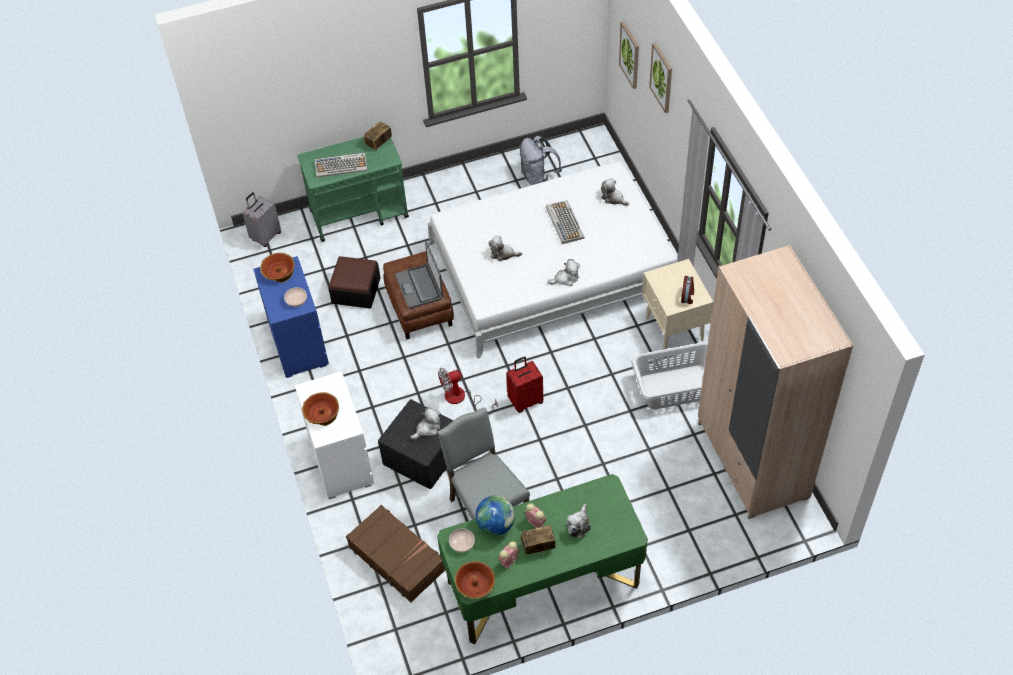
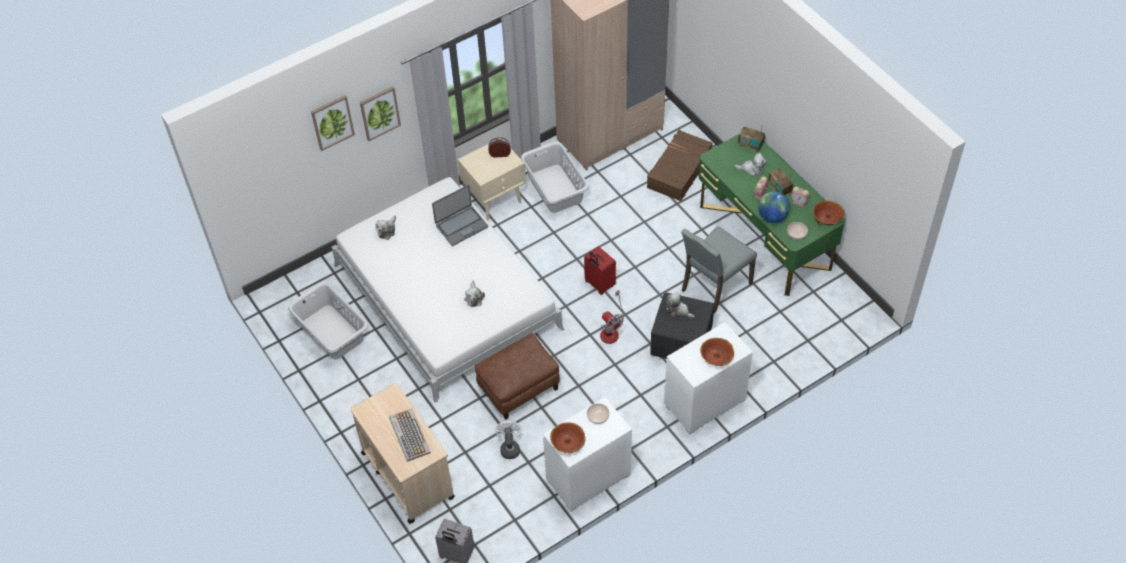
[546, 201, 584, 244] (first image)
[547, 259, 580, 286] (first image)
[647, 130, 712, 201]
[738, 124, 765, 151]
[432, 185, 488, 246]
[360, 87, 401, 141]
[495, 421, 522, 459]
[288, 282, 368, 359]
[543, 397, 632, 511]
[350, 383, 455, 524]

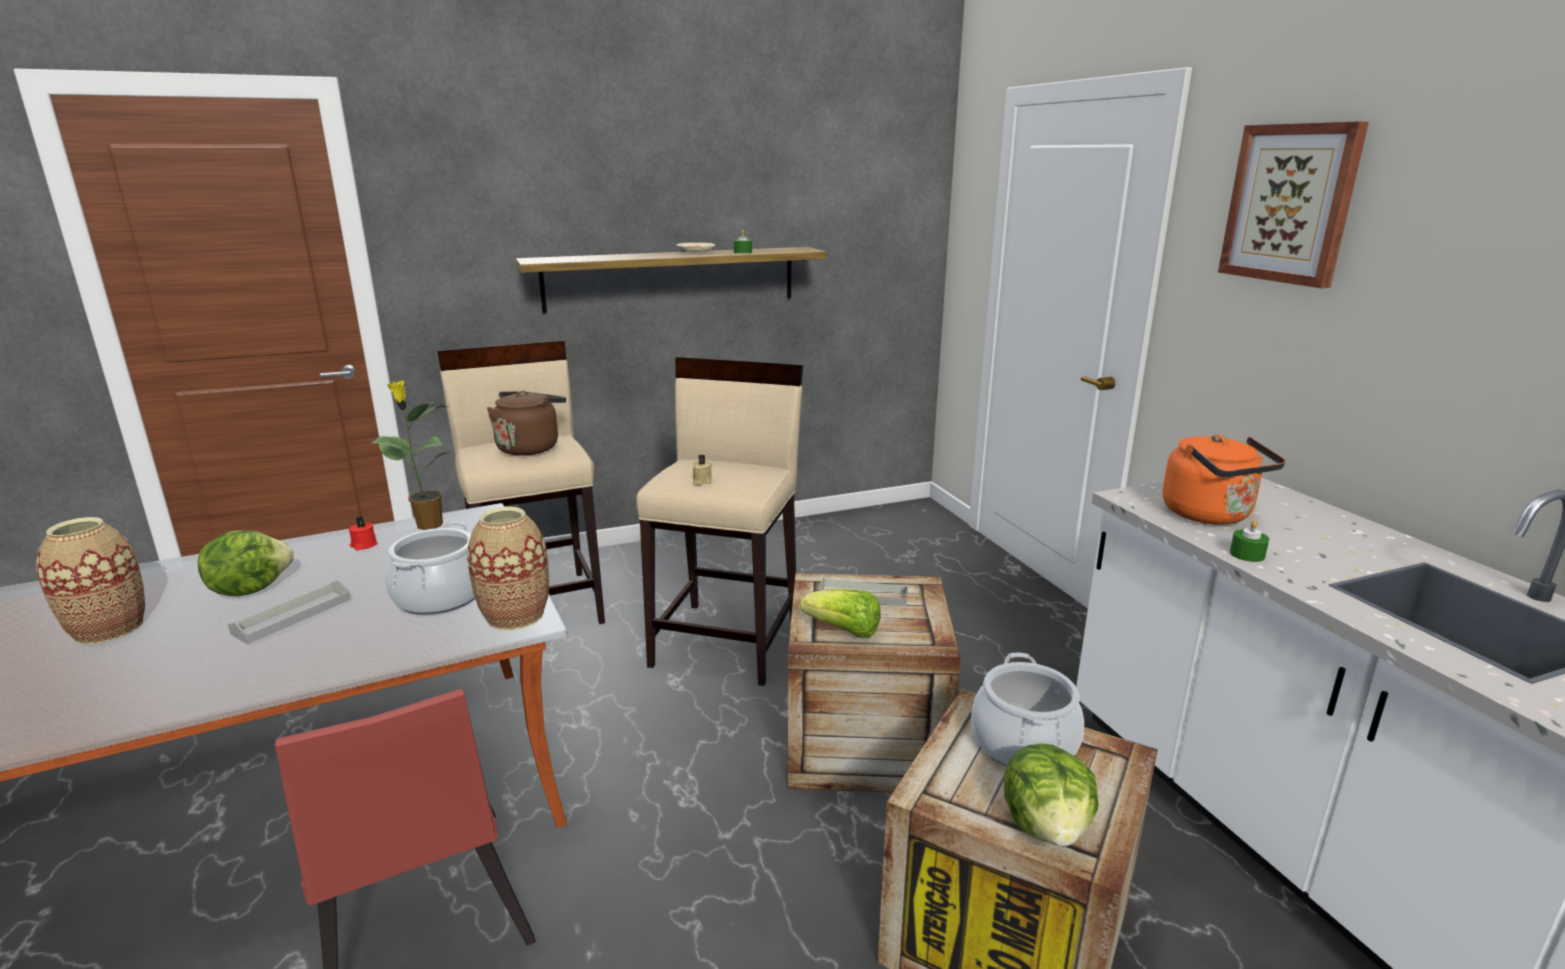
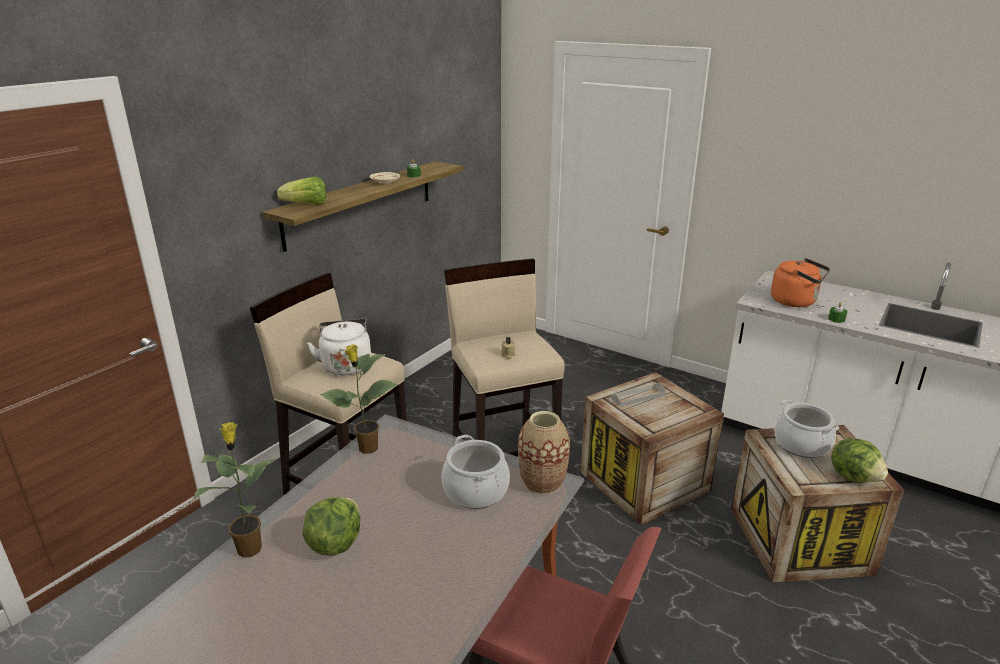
[36, 517, 145, 644] (first image)
[228, 580, 351, 644] (first image)
[349, 516, 378, 550] (first image)
[1218, 122, 1369, 288] (first image)
[192, 422, 276, 558]
[277, 177, 326, 205]
[307, 319, 371, 375]

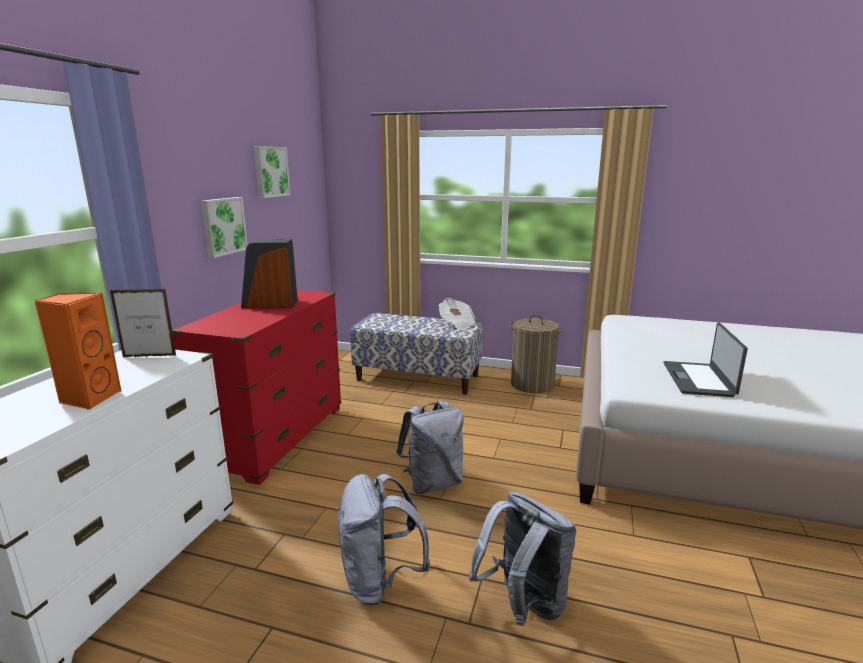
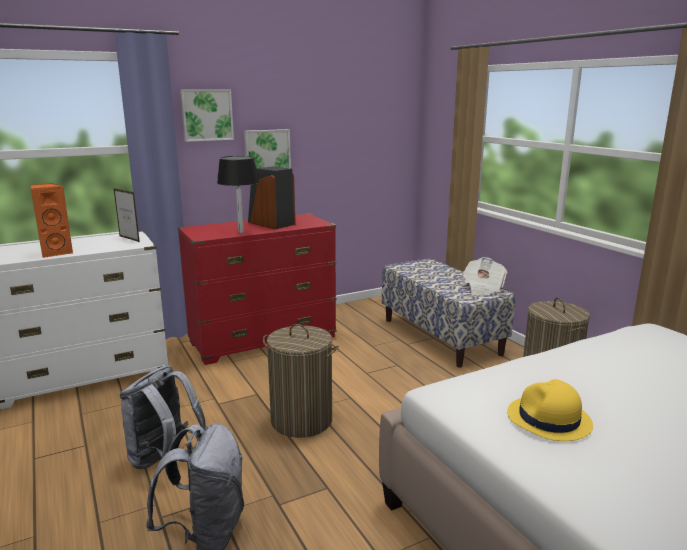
[217, 156, 259, 233]
[180, 90, 234, 142]
[263, 324, 339, 438]
[507, 379, 593, 441]

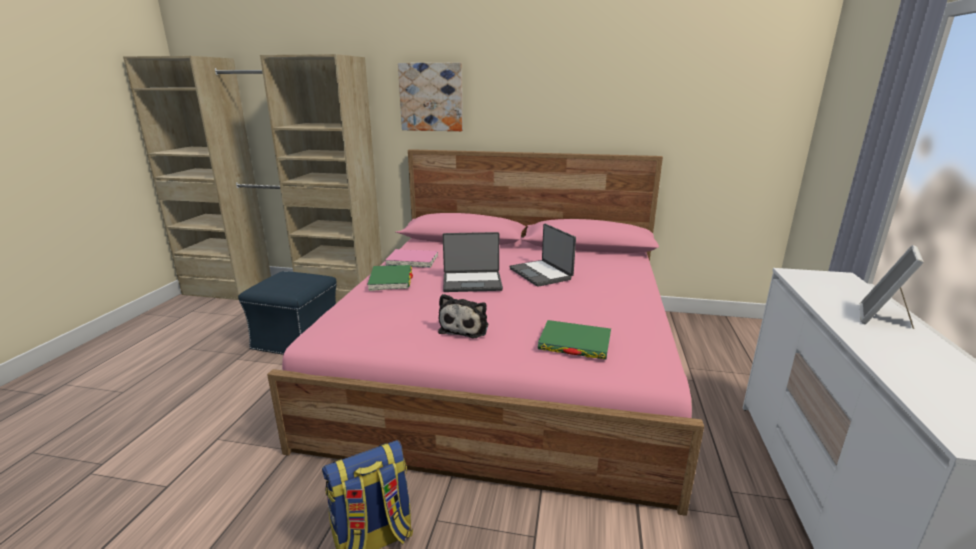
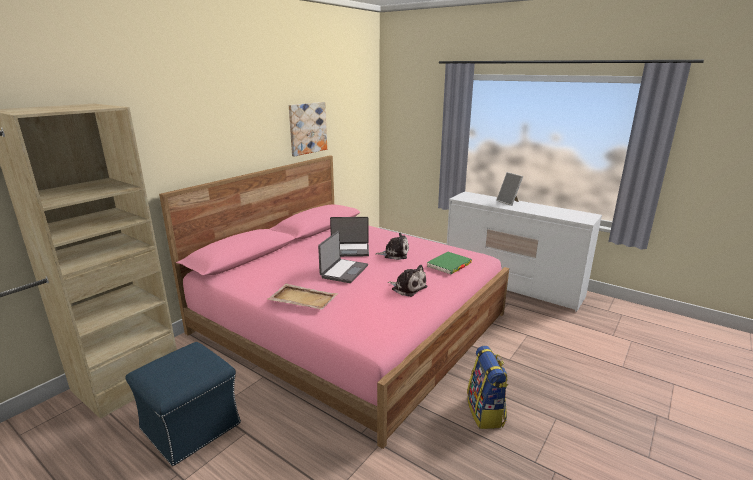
[385, 249, 438, 268] (first image)
[375, 233, 409, 260]
[289, 102, 327, 157]
[267, 284, 338, 310]

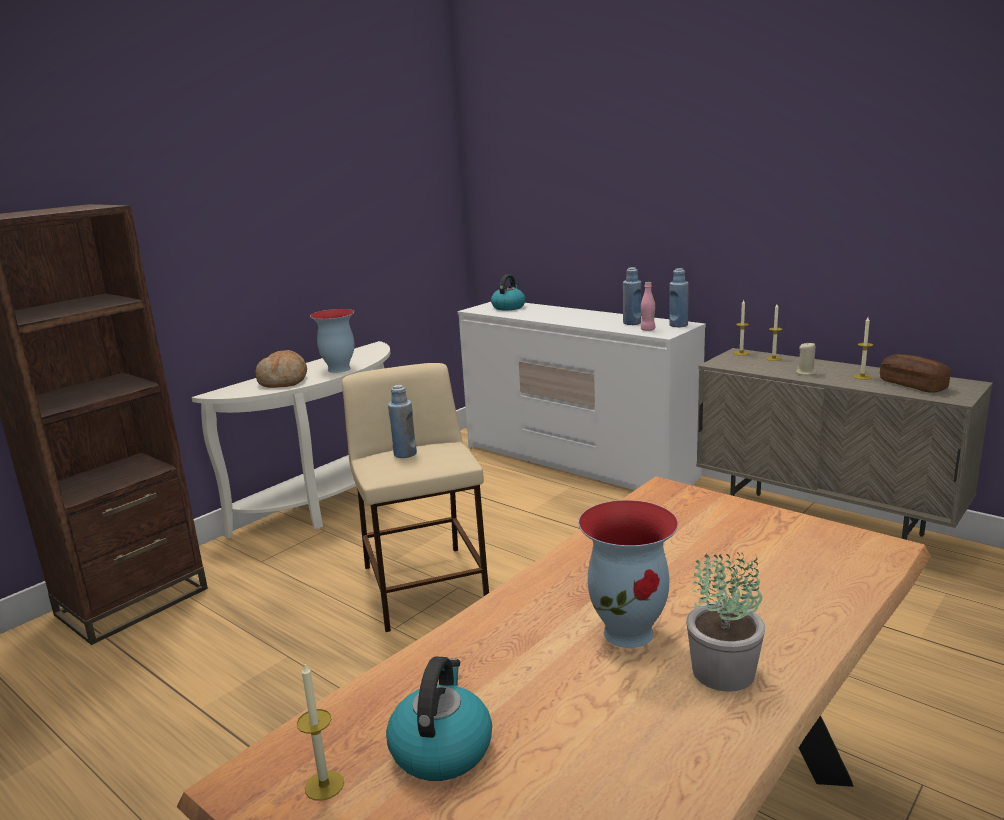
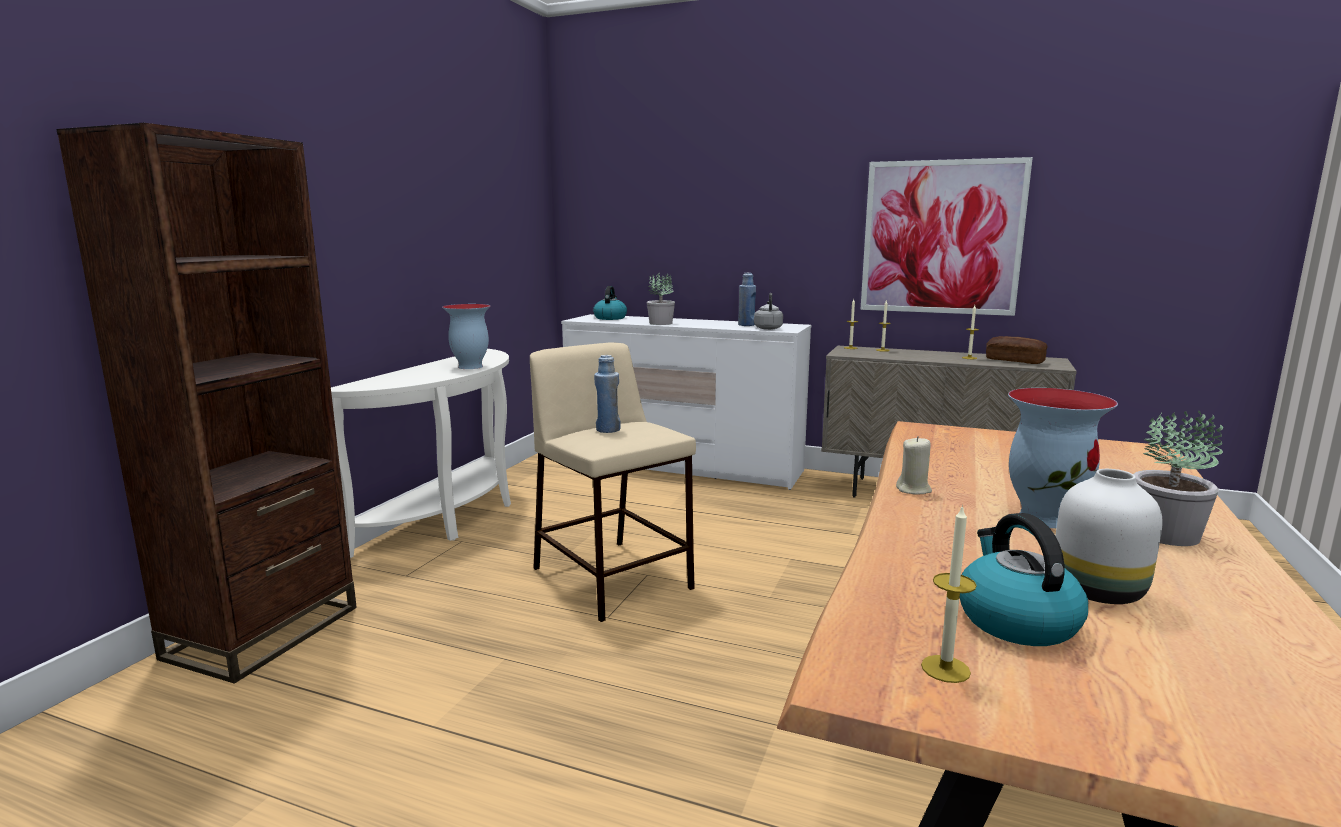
[255, 350, 307, 388] (first image)
[669, 268, 689, 327] (first image)
[647, 273, 675, 325]
[860, 157, 1033, 316]
[1055, 469, 1163, 604]
[896, 436, 932, 495]
[754, 293, 783, 330]

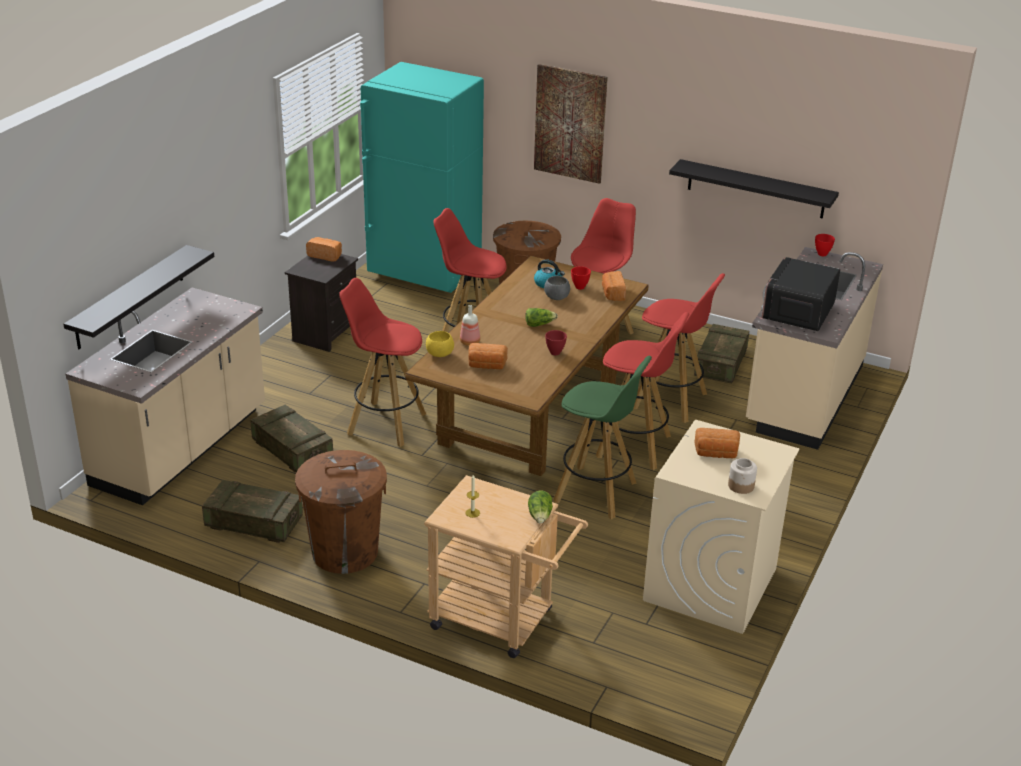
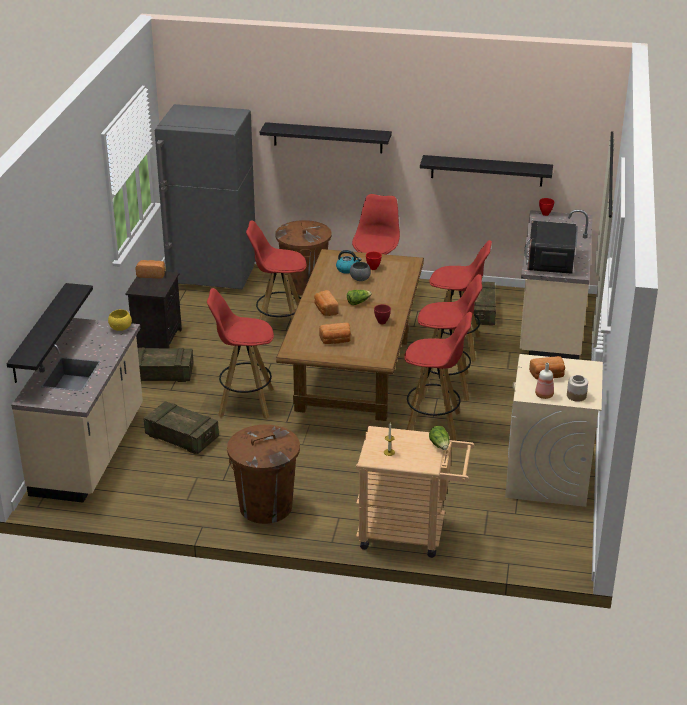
[138, 348, 193, 382]
[108, 309, 132, 331]
[535, 363, 554, 399]
[314, 290, 339, 316]
[260, 122, 392, 153]
[155, 104, 255, 289]
[404, 312, 472, 441]

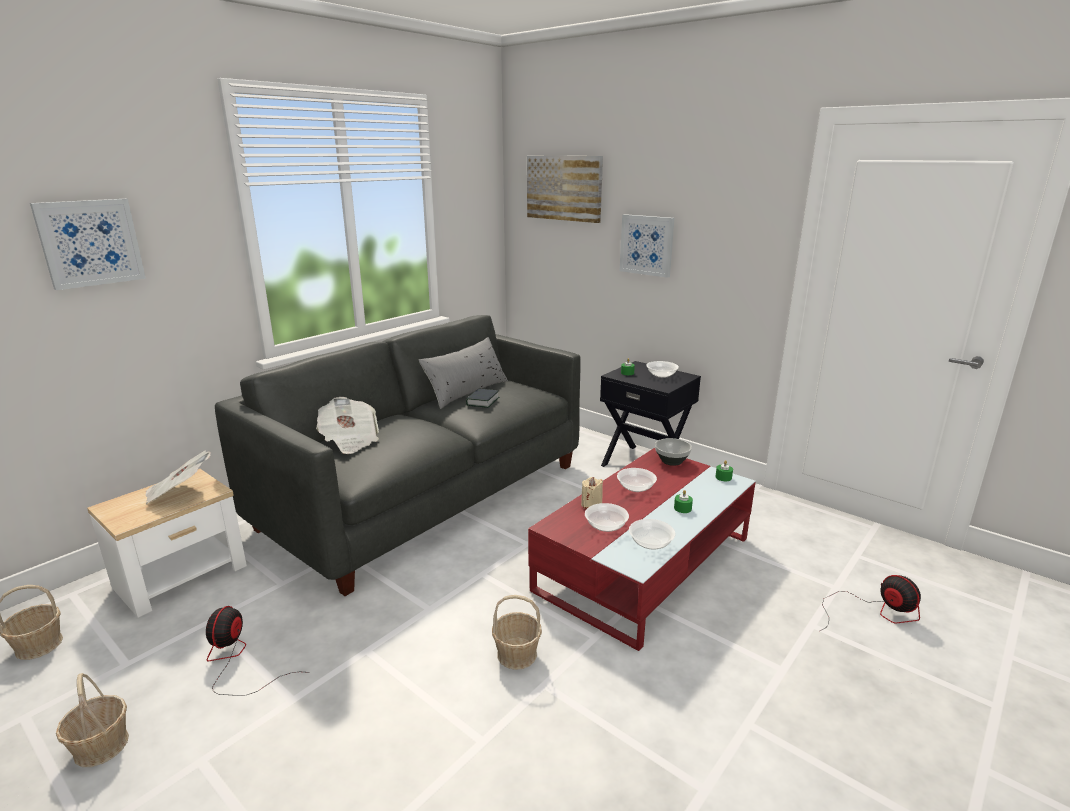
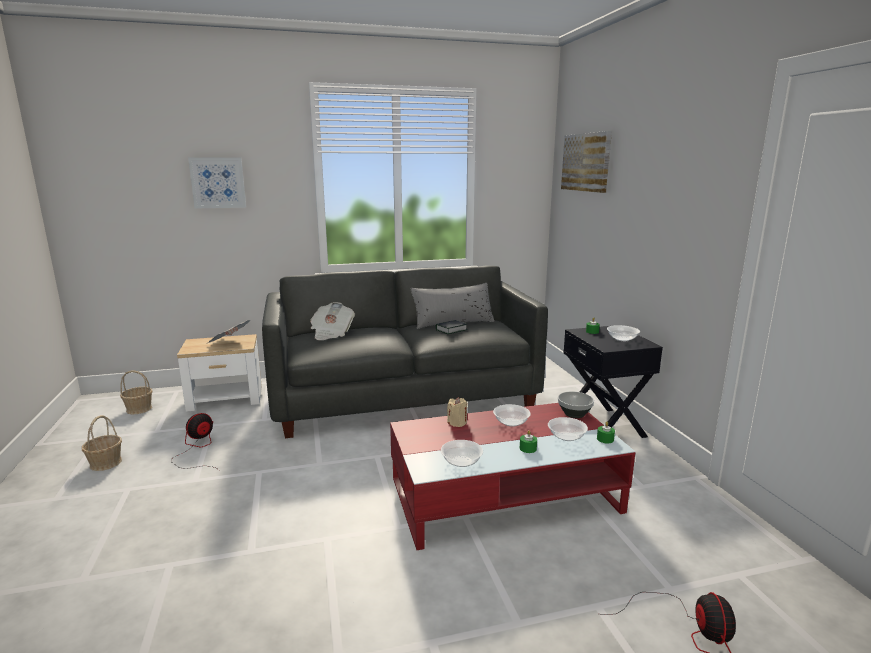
[492, 595, 542, 670] (first image)
[620, 214, 674, 278] (first image)
[548, 417, 588, 441]

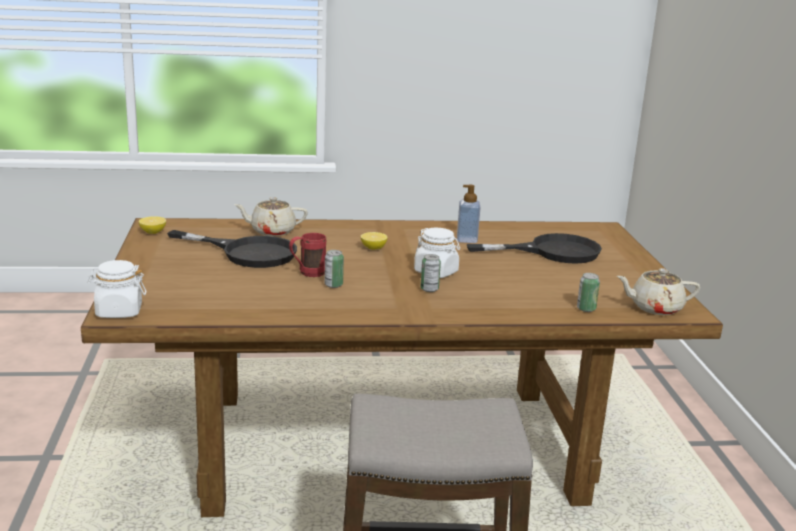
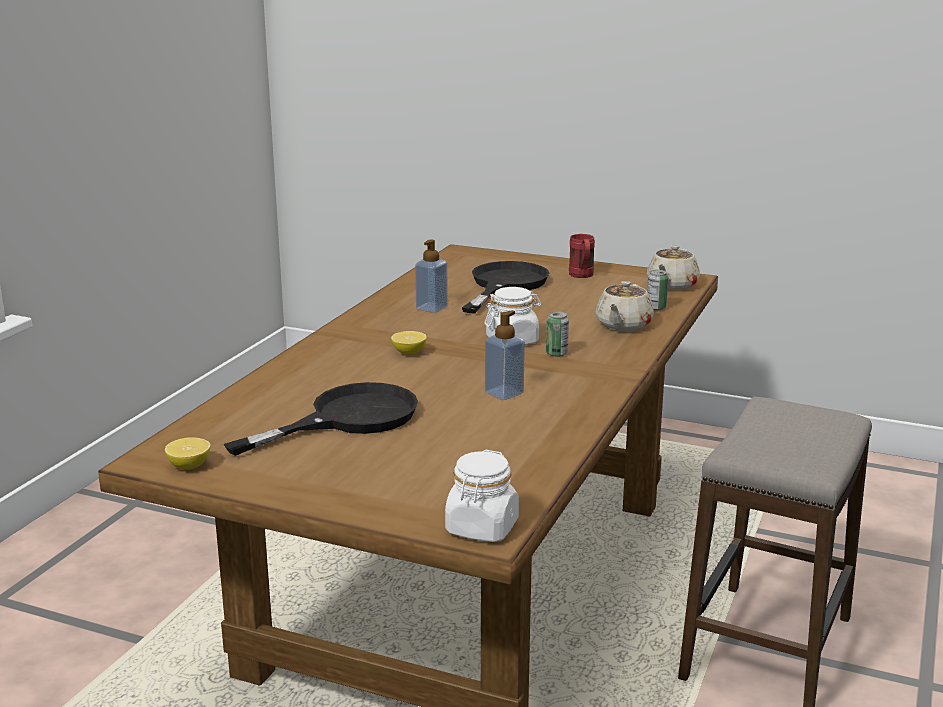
[596, 281, 654, 331]
[569, 234, 595, 278]
[485, 310, 525, 400]

